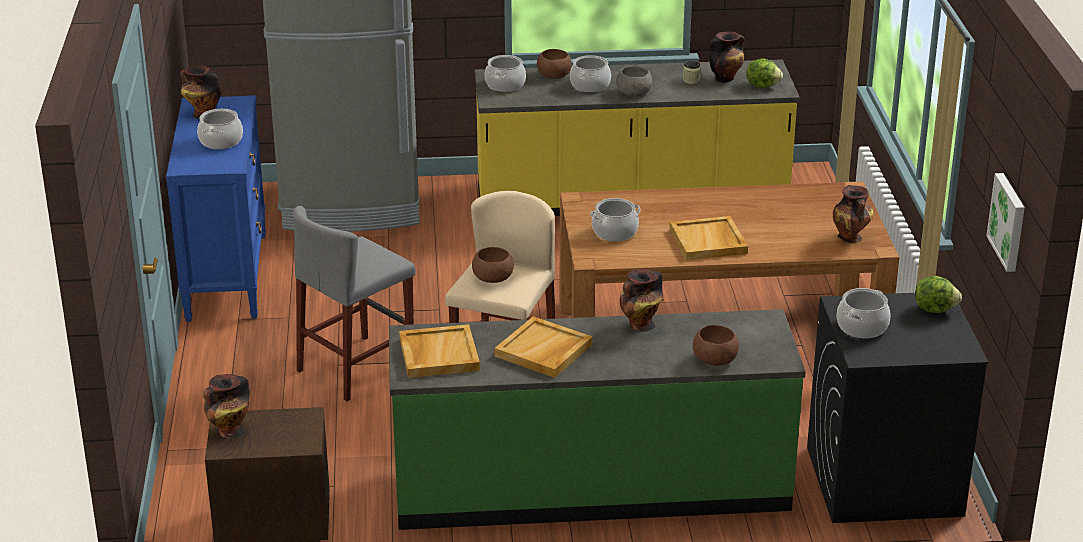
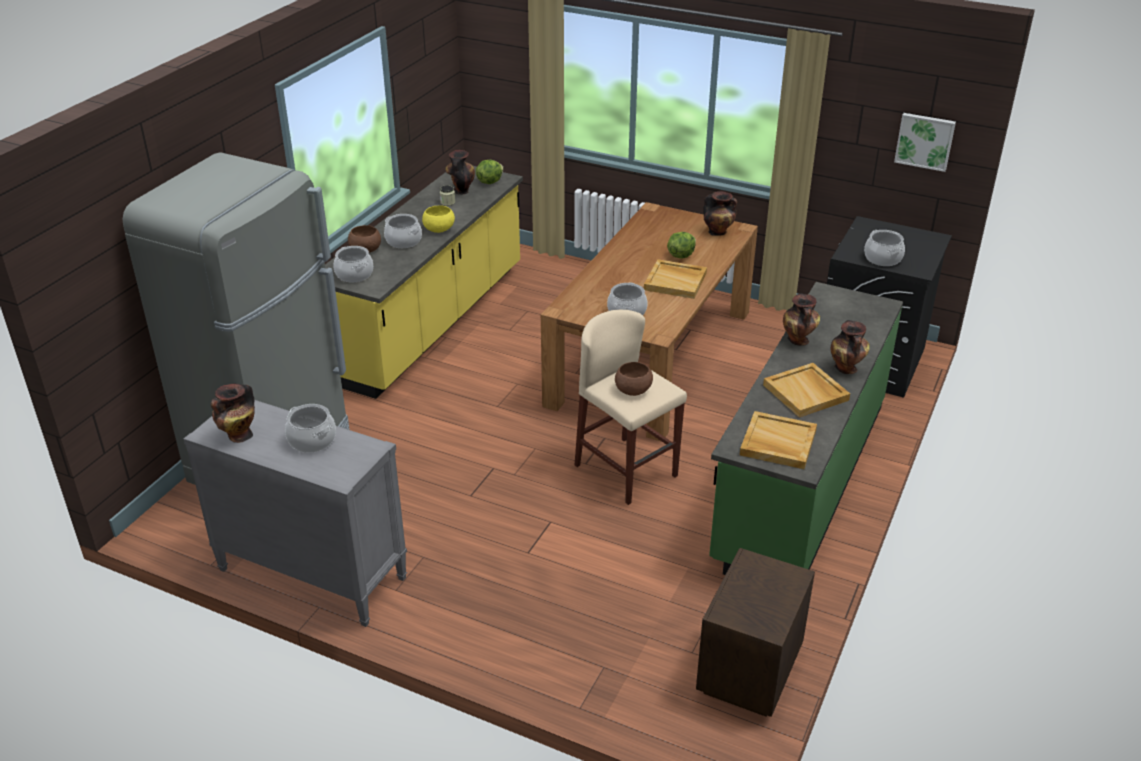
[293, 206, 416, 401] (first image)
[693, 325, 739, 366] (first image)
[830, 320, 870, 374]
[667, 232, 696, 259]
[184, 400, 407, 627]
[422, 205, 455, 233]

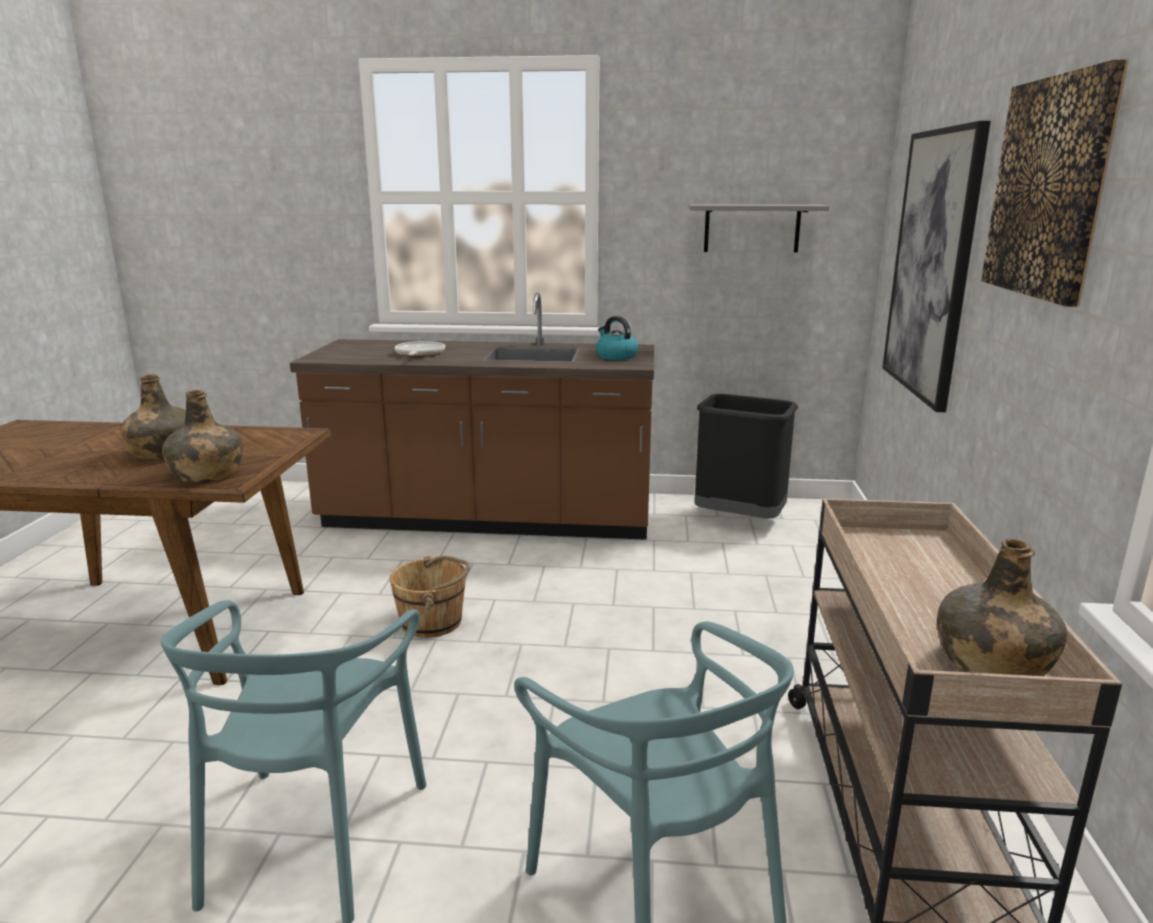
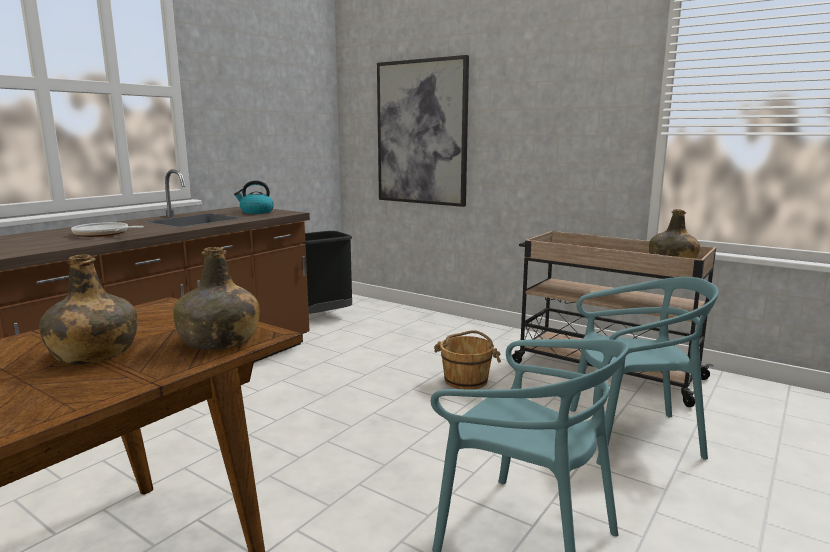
[689, 204, 829, 253] (first image)
[981, 59, 1129, 307] (first image)
[434, 330, 501, 390]

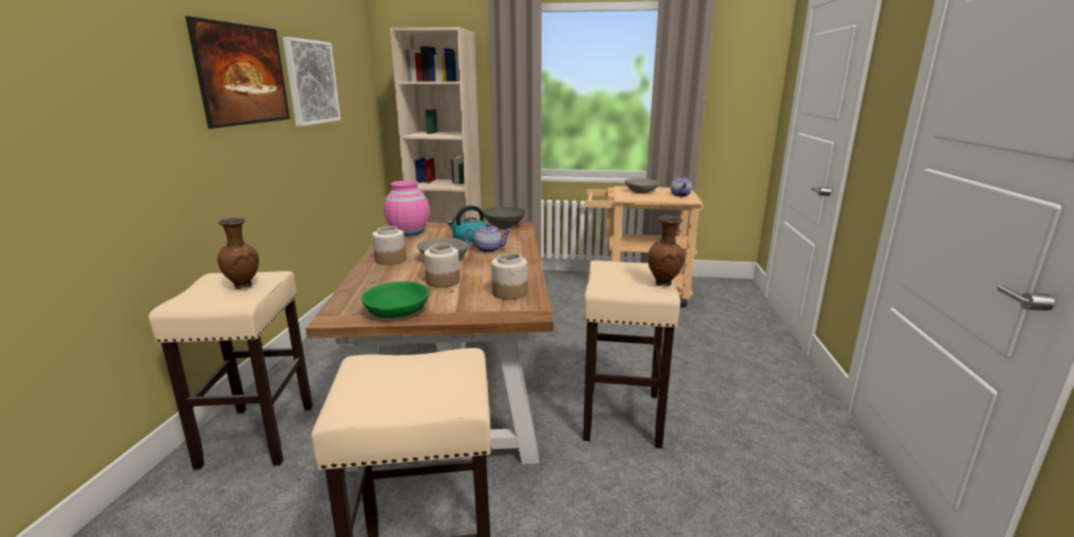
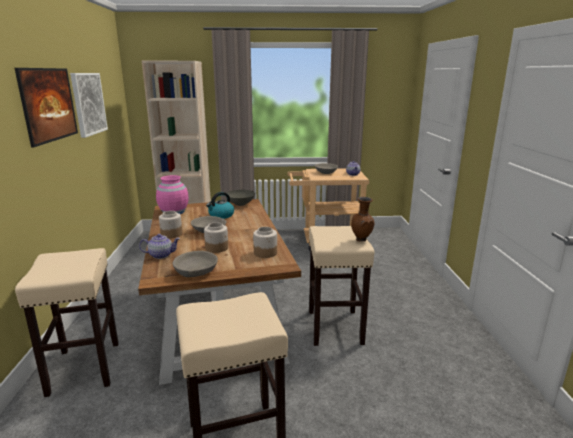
[217, 217, 259, 289] (first image)
[139, 234, 180, 259]
[172, 251, 218, 277]

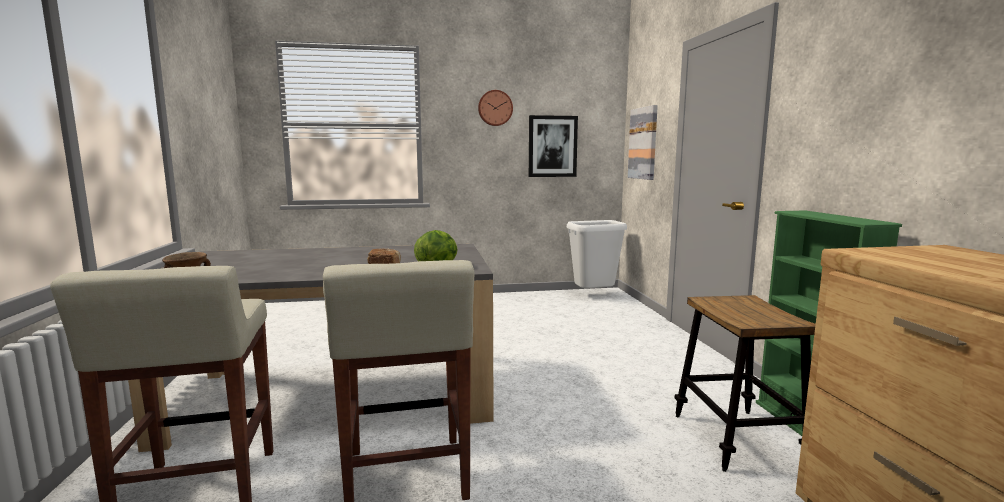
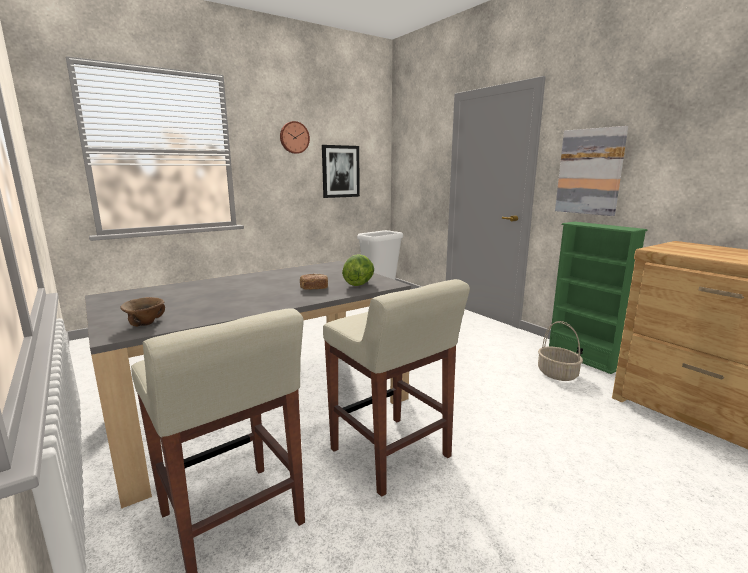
[555, 126, 628, 216]
[538, 321, 583, 381]

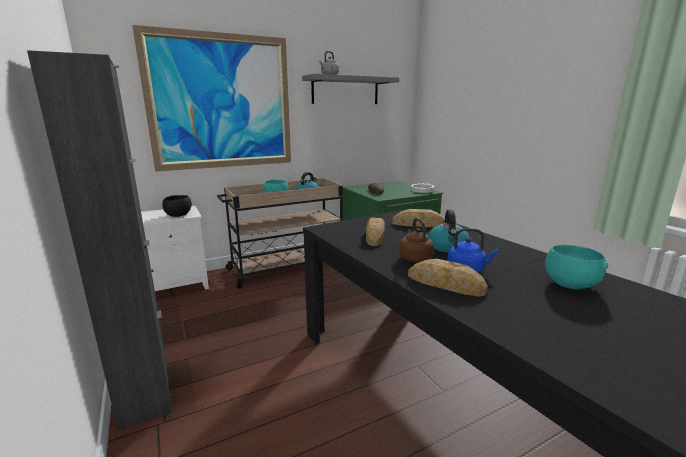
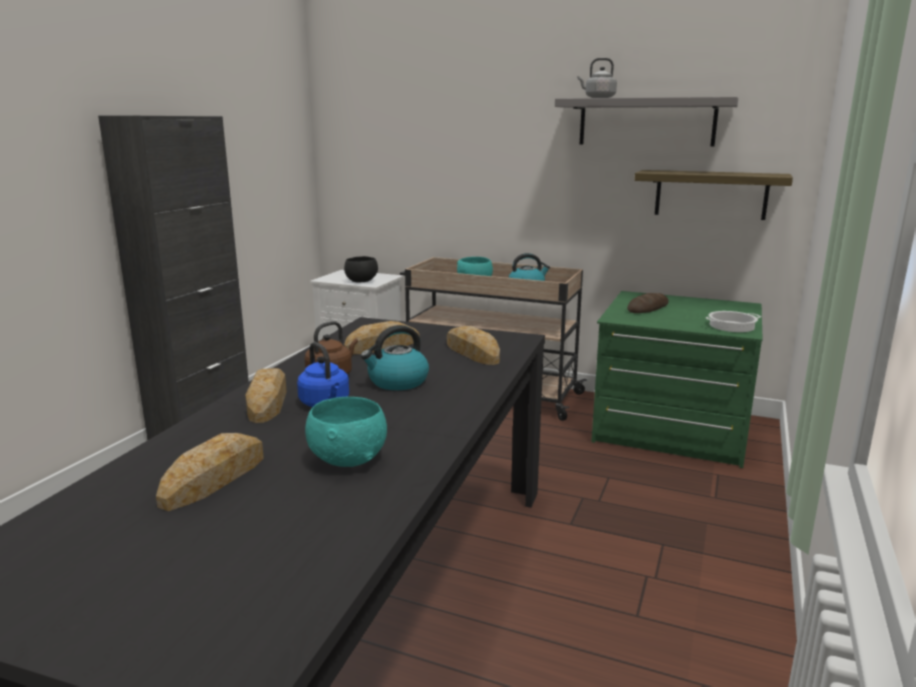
[132, 25, 291, 172] (first image)
[156, 433, 264, 511]
[634, 170, 793, 220]

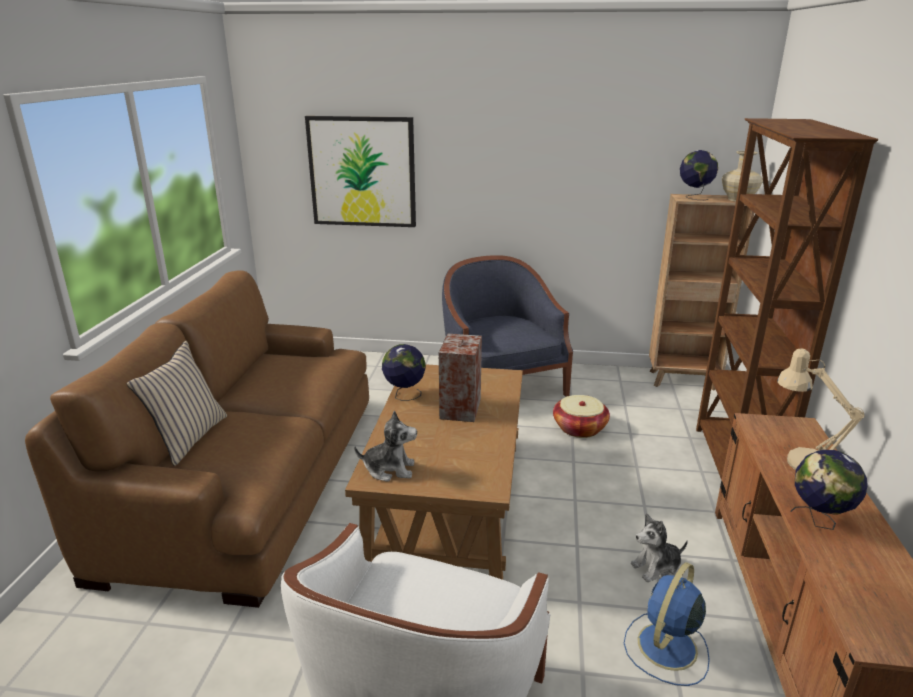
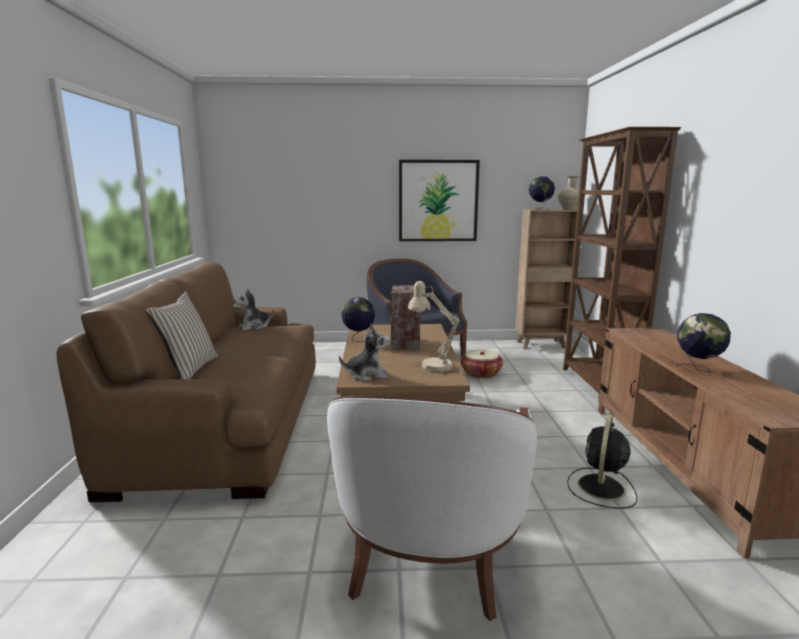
[399, 160, 480, 241]
[234, 289, 274, 330]
[408, 281, 460, 373]
[567, 415, 637, 509]

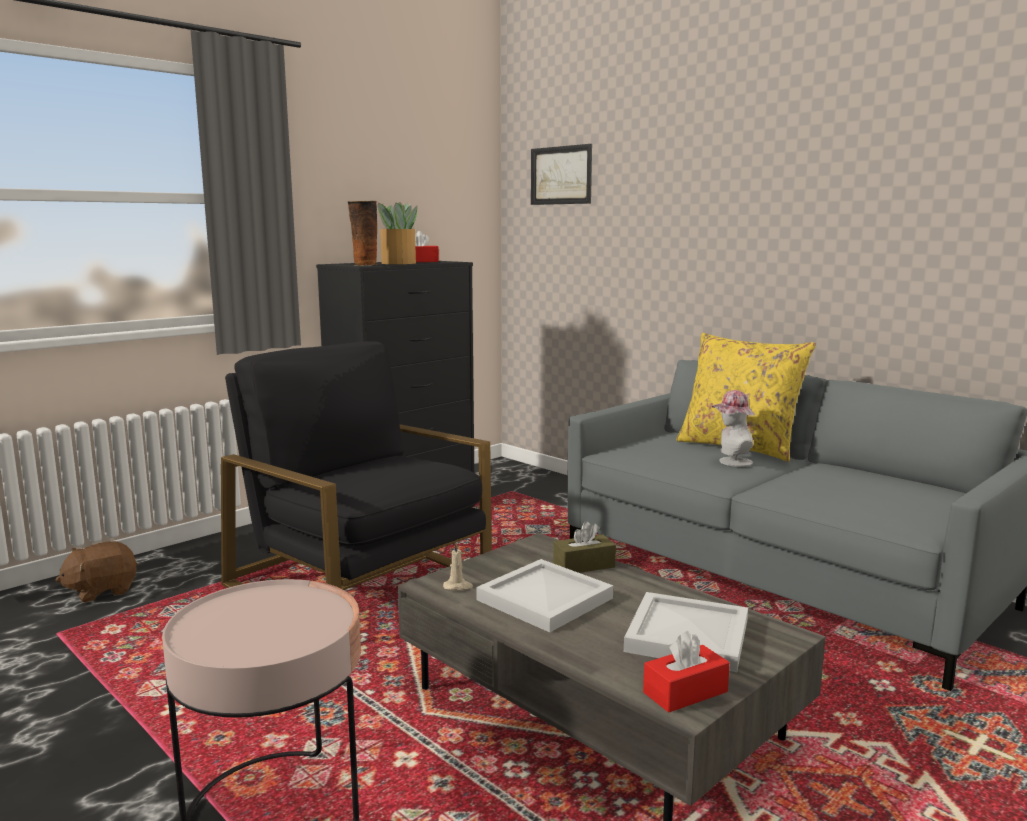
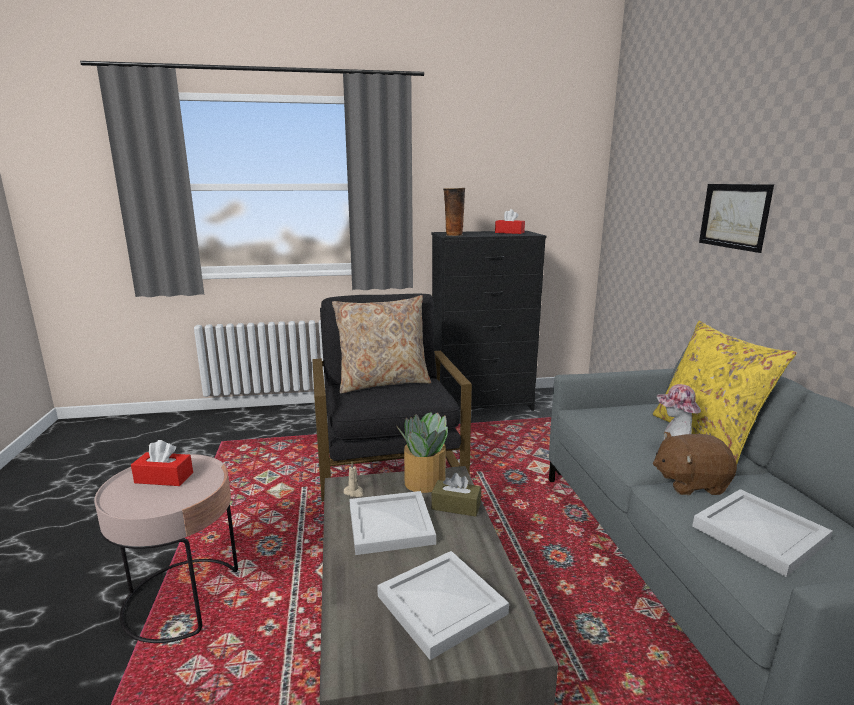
[332, 295, 431, 394]
[692, 489, 833, 577]
[653, 432, 737, 495]
[397, 412, 448, 493]
[699, 184, 774, 253]
[131, 440, 193, 486]

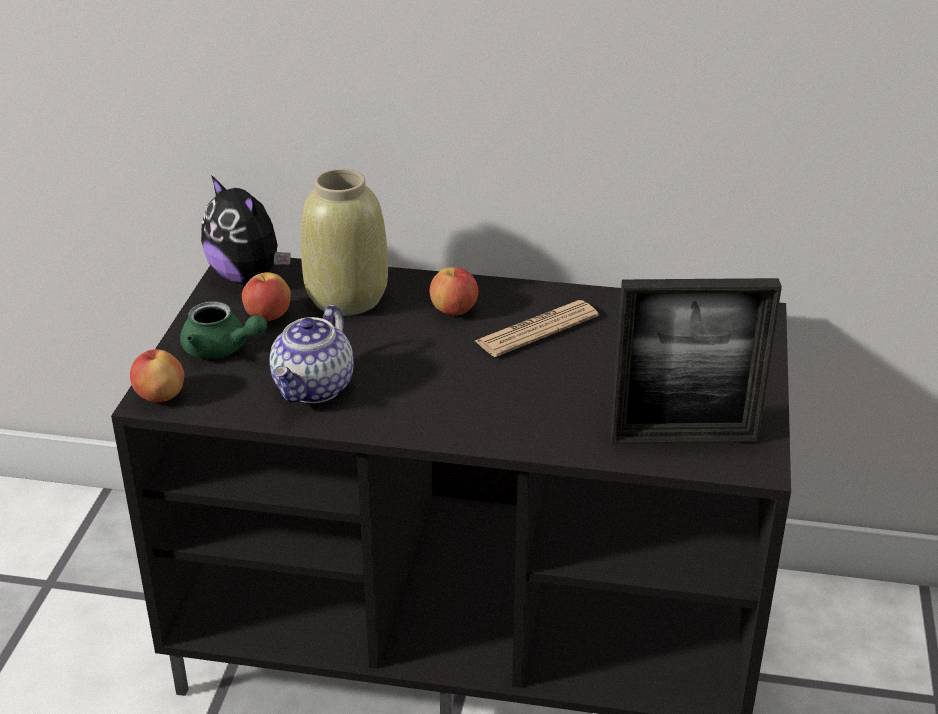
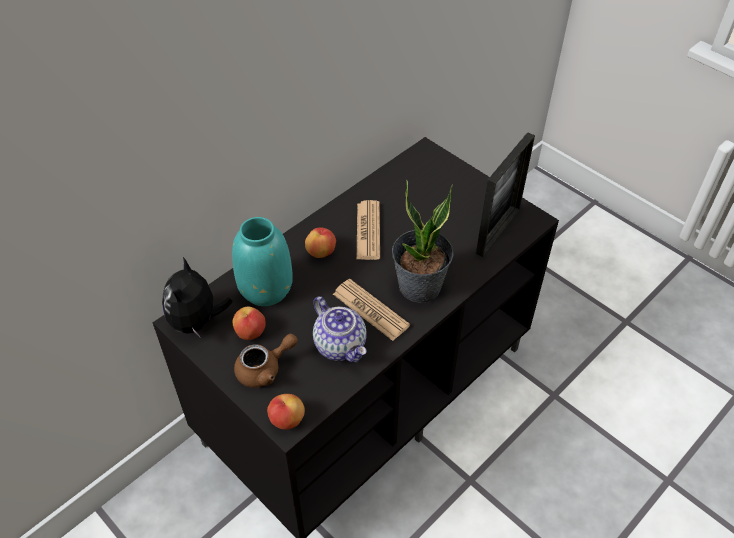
[333, 279, 410, 341]
[392, 180, 454, 303]
[234, 334, 298, 388]
[232, 217, 293, 306]
[162, 257, 233, 338]

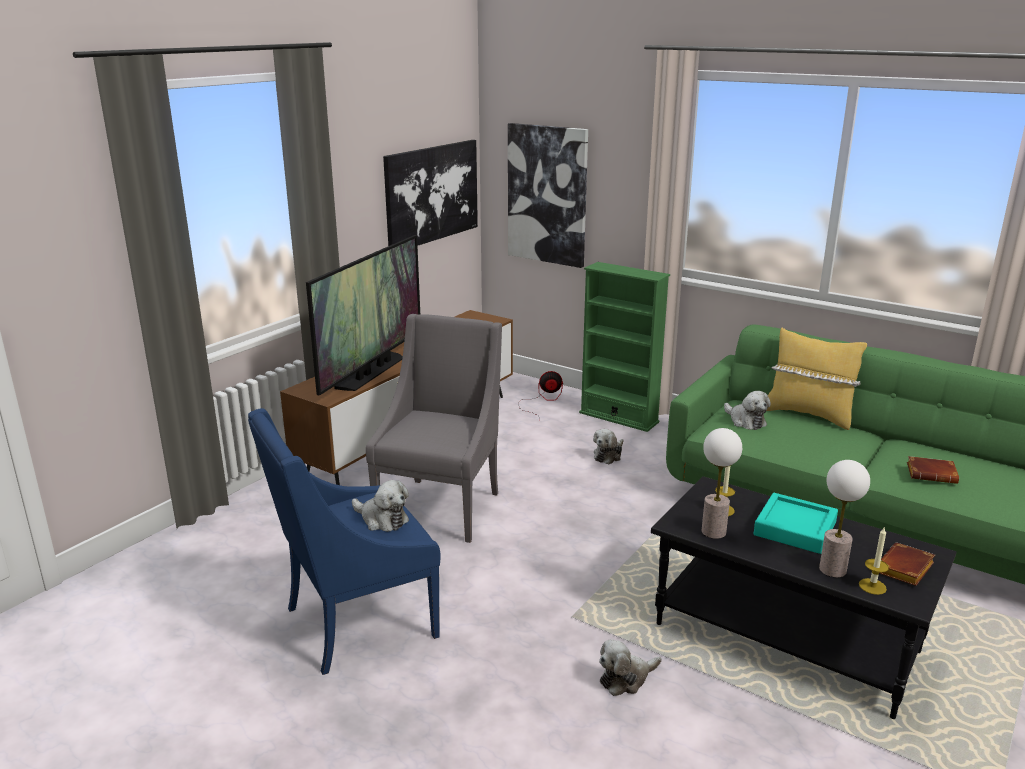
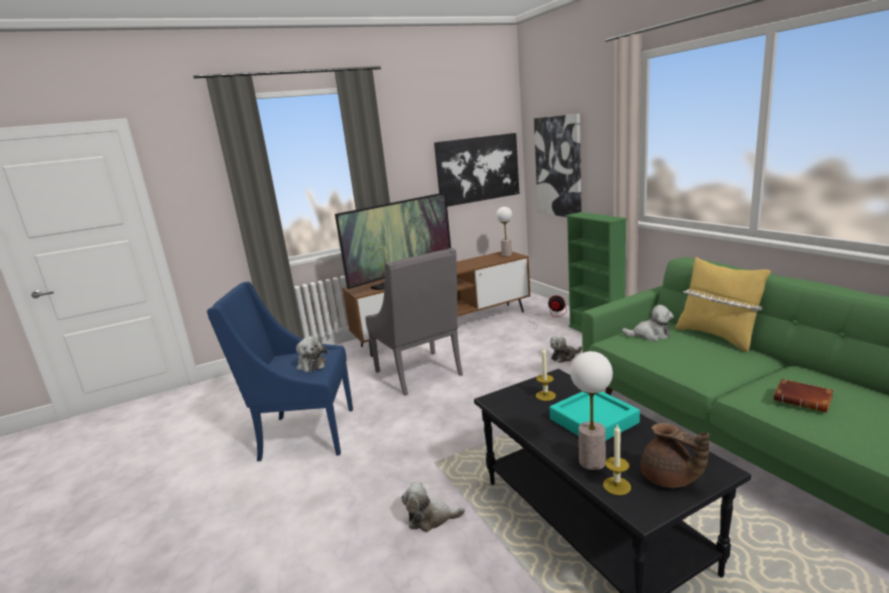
[496, 207, 512, 256]
[641, 423, 710, 488]
[365, 248, 463, 396]
[622, 305, 674, 341]

